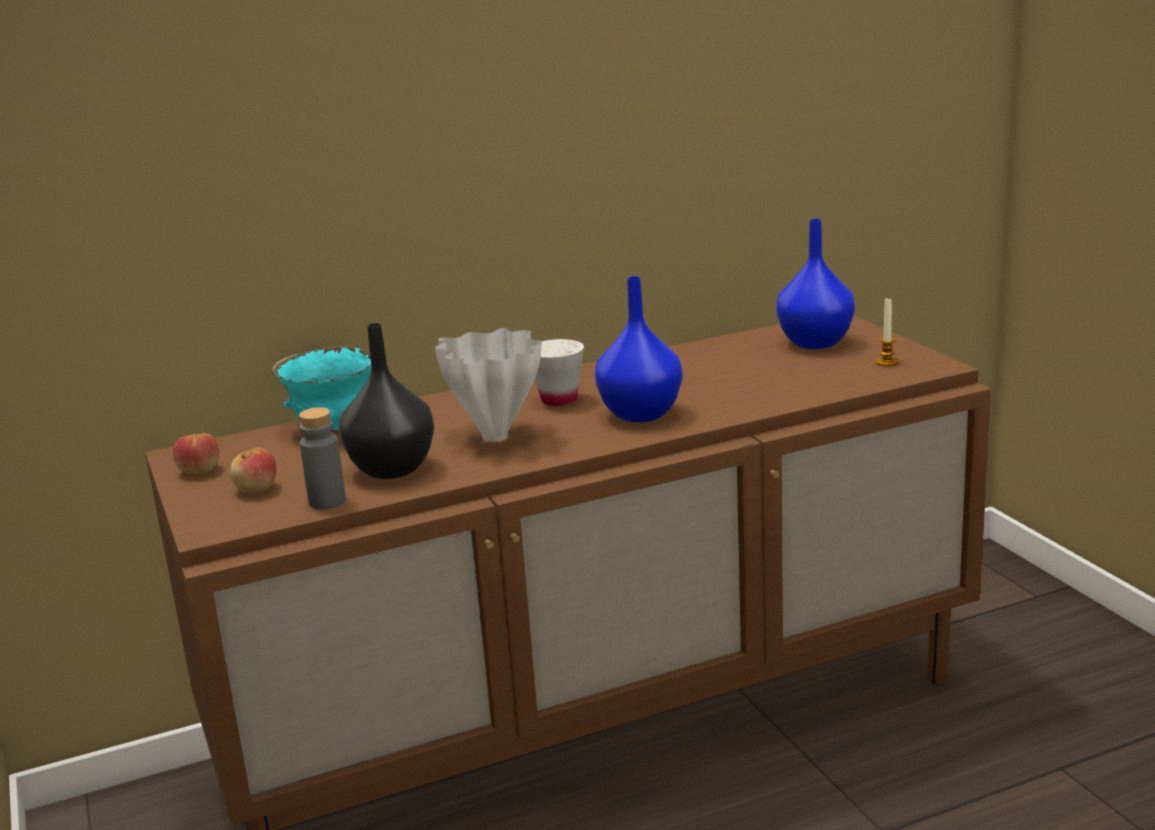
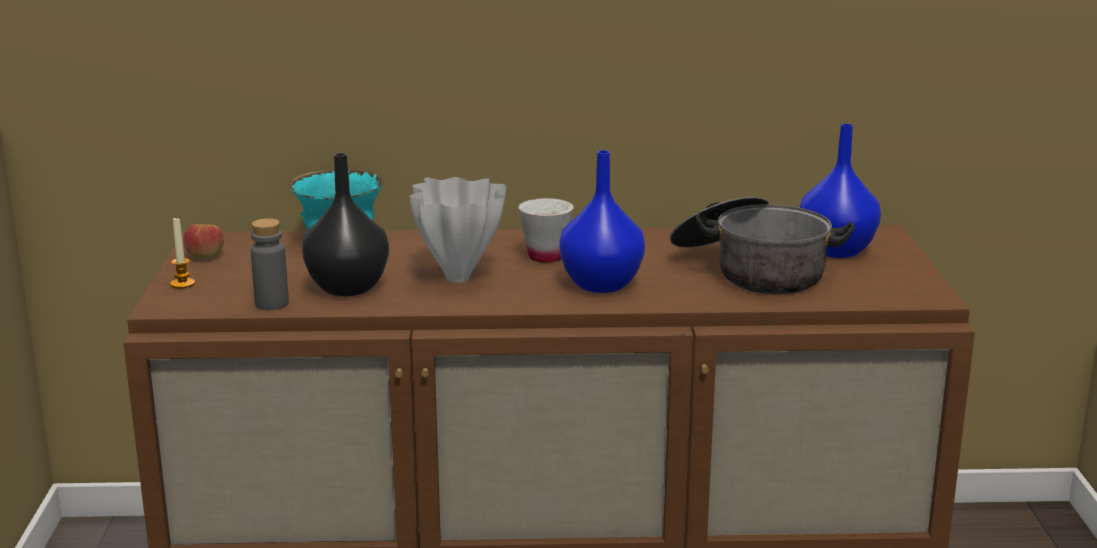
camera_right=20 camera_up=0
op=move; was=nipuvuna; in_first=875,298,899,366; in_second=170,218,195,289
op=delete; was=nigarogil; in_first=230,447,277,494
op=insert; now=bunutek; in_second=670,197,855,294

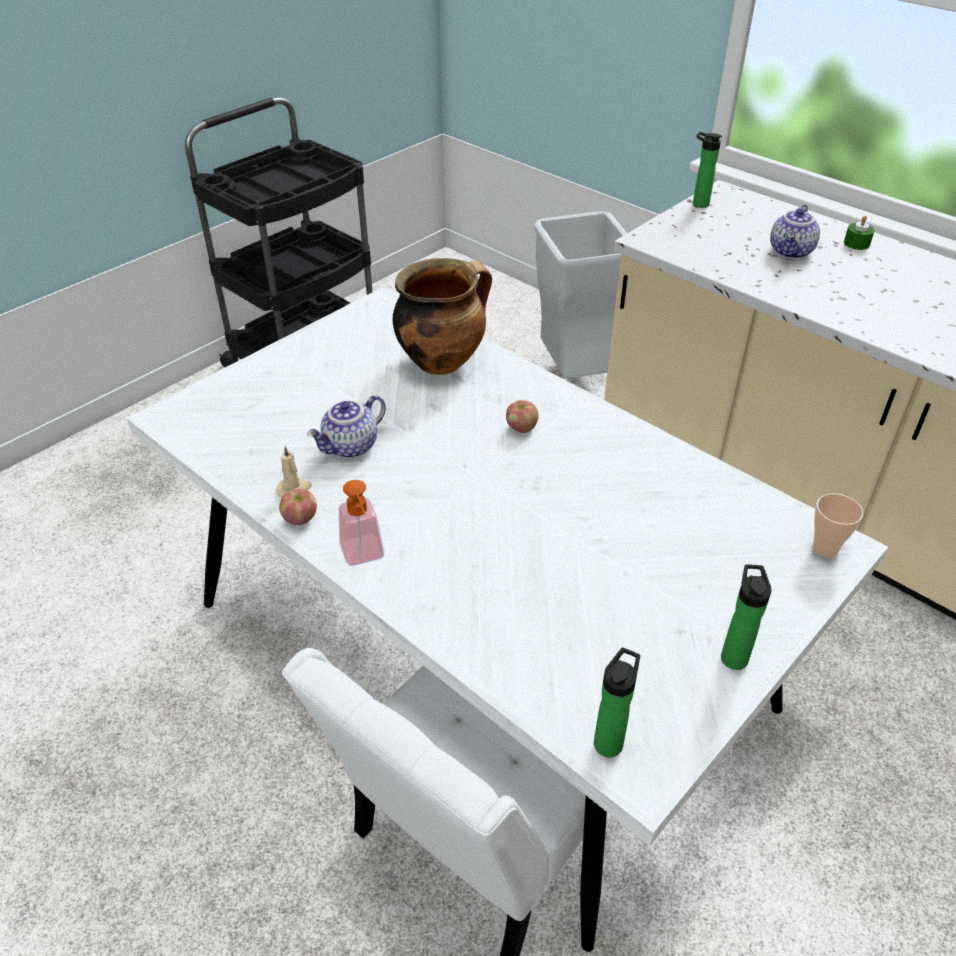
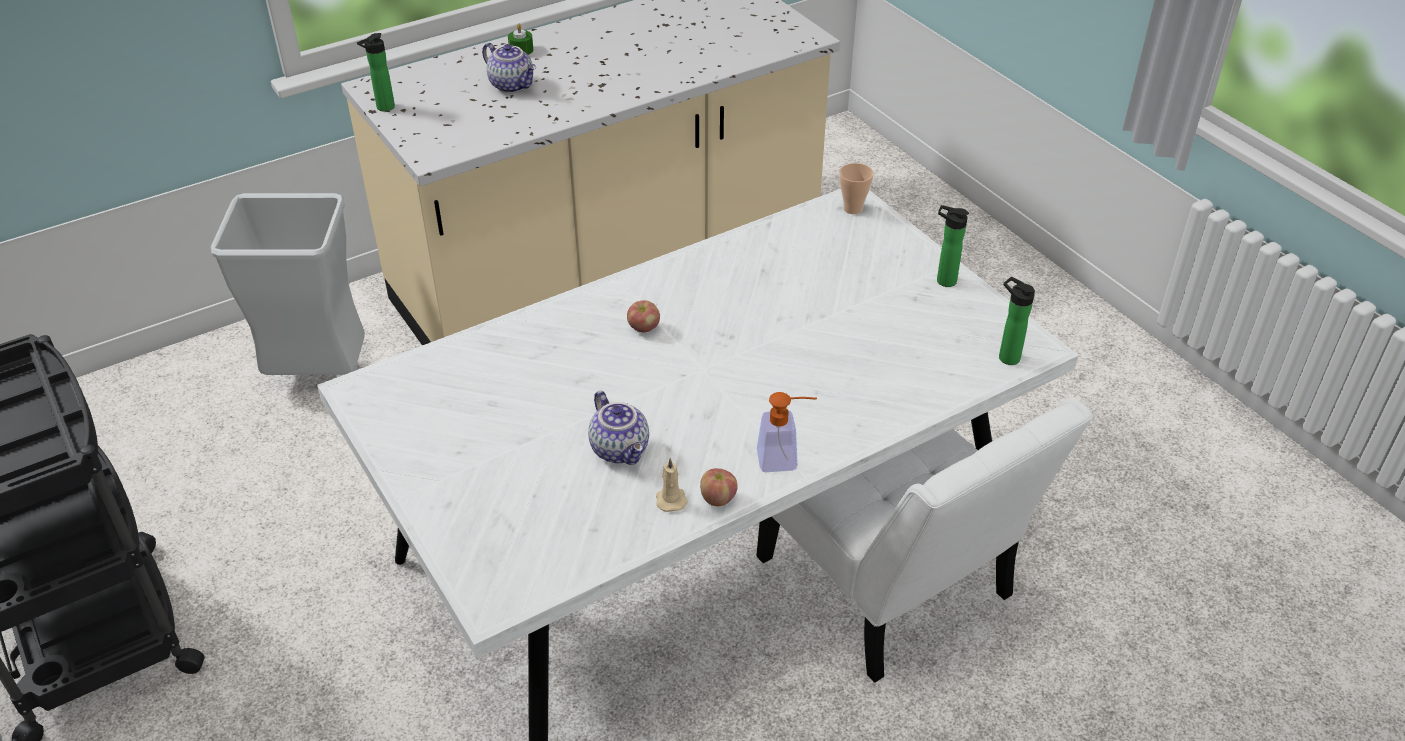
camera_right=-75 camera_up=0
op=delete; was=bunutek; in_first=393,258,492,375

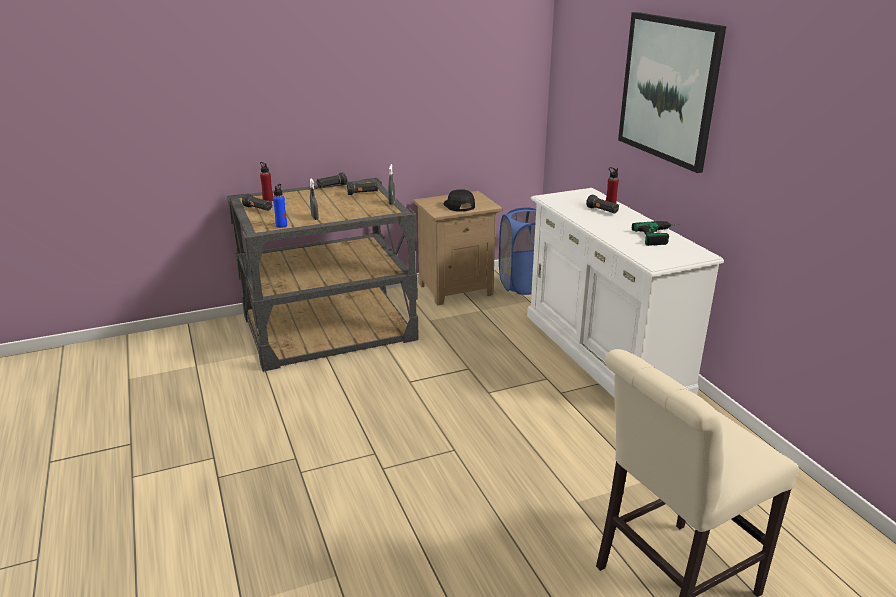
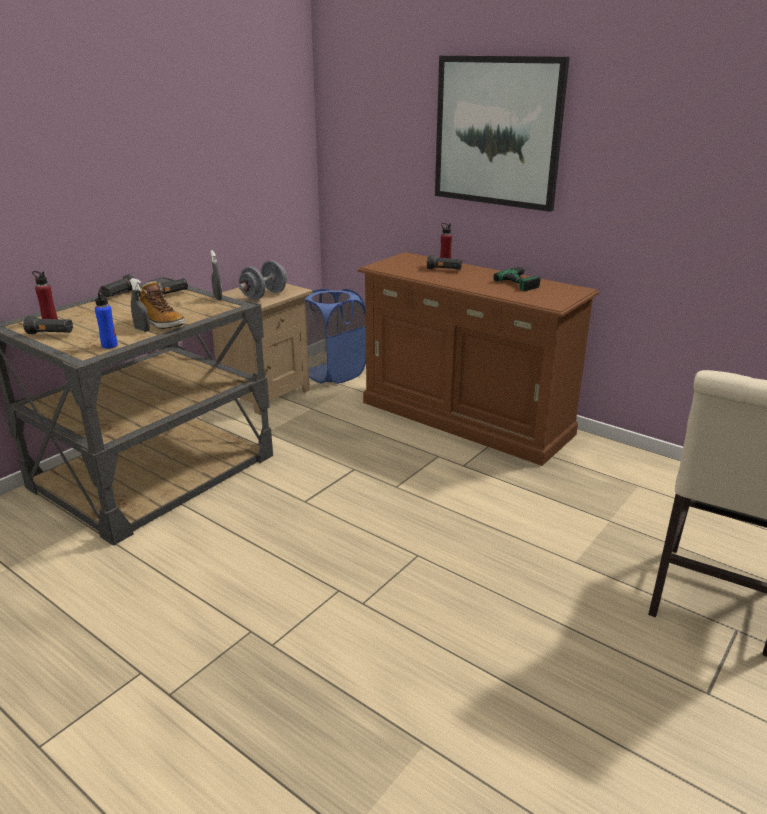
camera_right=-30 camera_up=0
op=recolor; was=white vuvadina; now=brown vuvadina; in_first=527,188,724,397; in_second=358,252,599,466
op=replace; was=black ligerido; now=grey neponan; in_first=443,189,475,211; in_second=238,260,287,300
op=insert; now=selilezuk; in_second=138,281,185,329

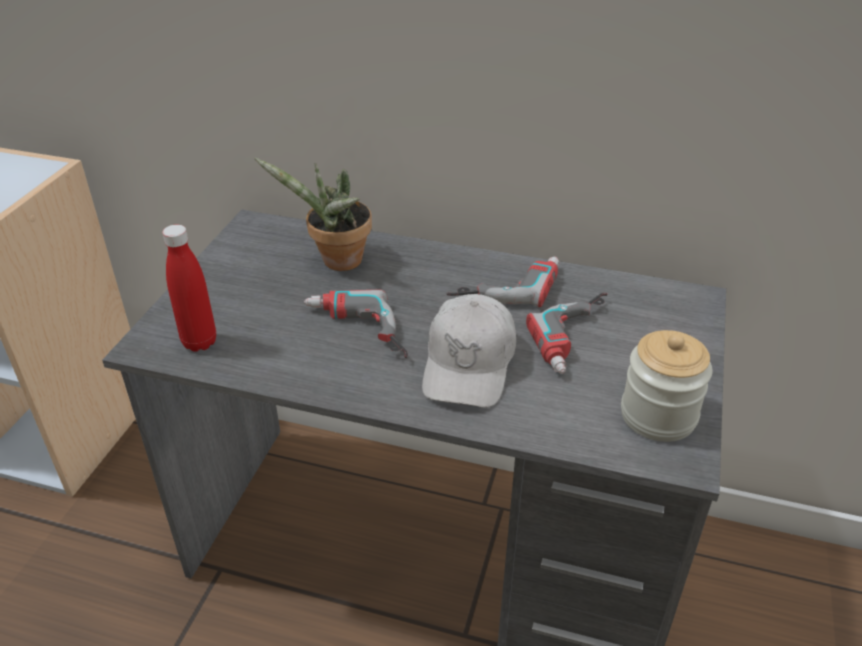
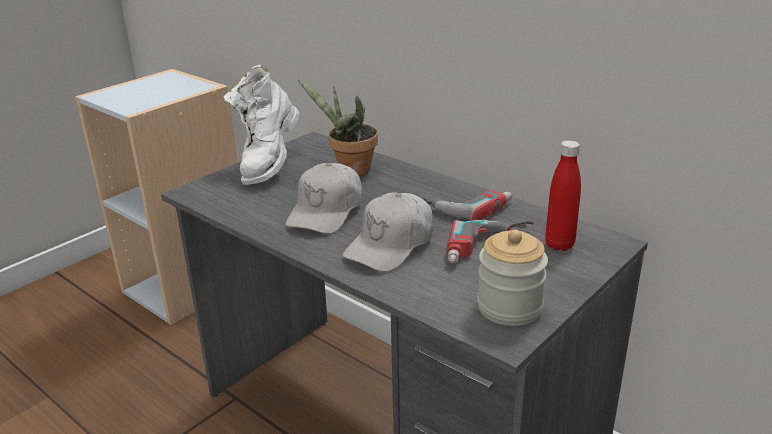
camera_right=25 camera_up=-10
op=move; was=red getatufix; in_first=162,225,216,352; in_second=545,140,581,251
op=replace; was=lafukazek; now=white ligerido; in_first=304,290,408,358; in_second=285,163,362,234
op=insert; now=white selilezuk; in_second=224,65,299,185

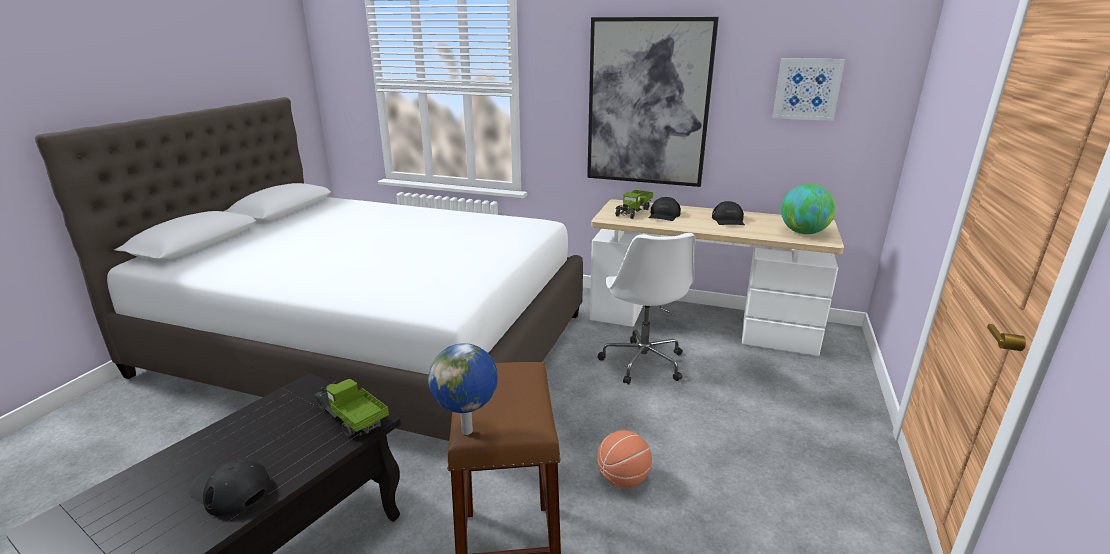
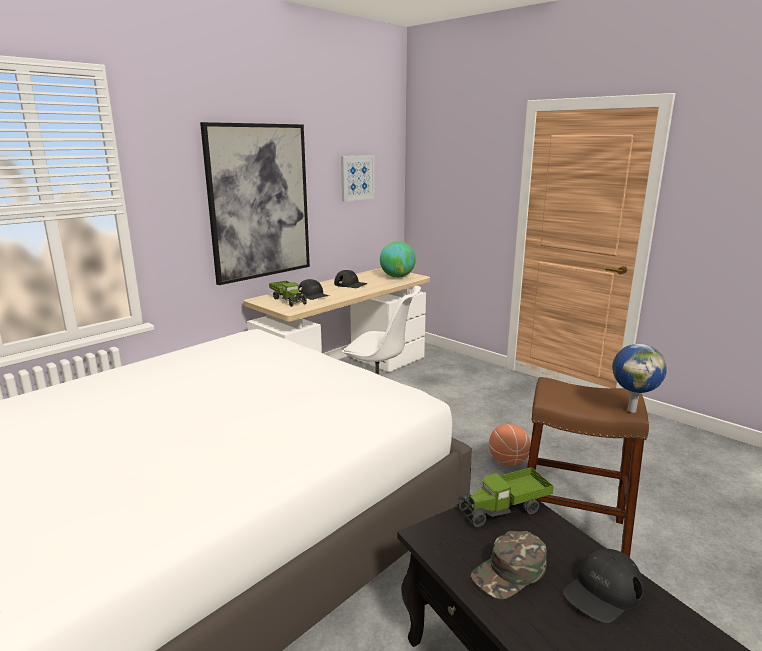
camera_right=-65 camera_up=-5
op=insert; now=green ligerido; in_second=471,531,547,599

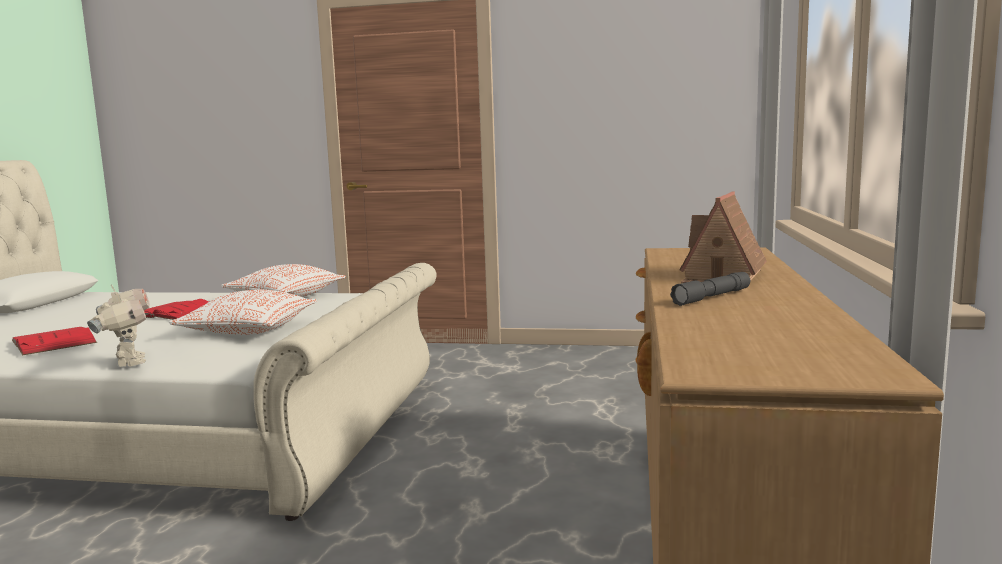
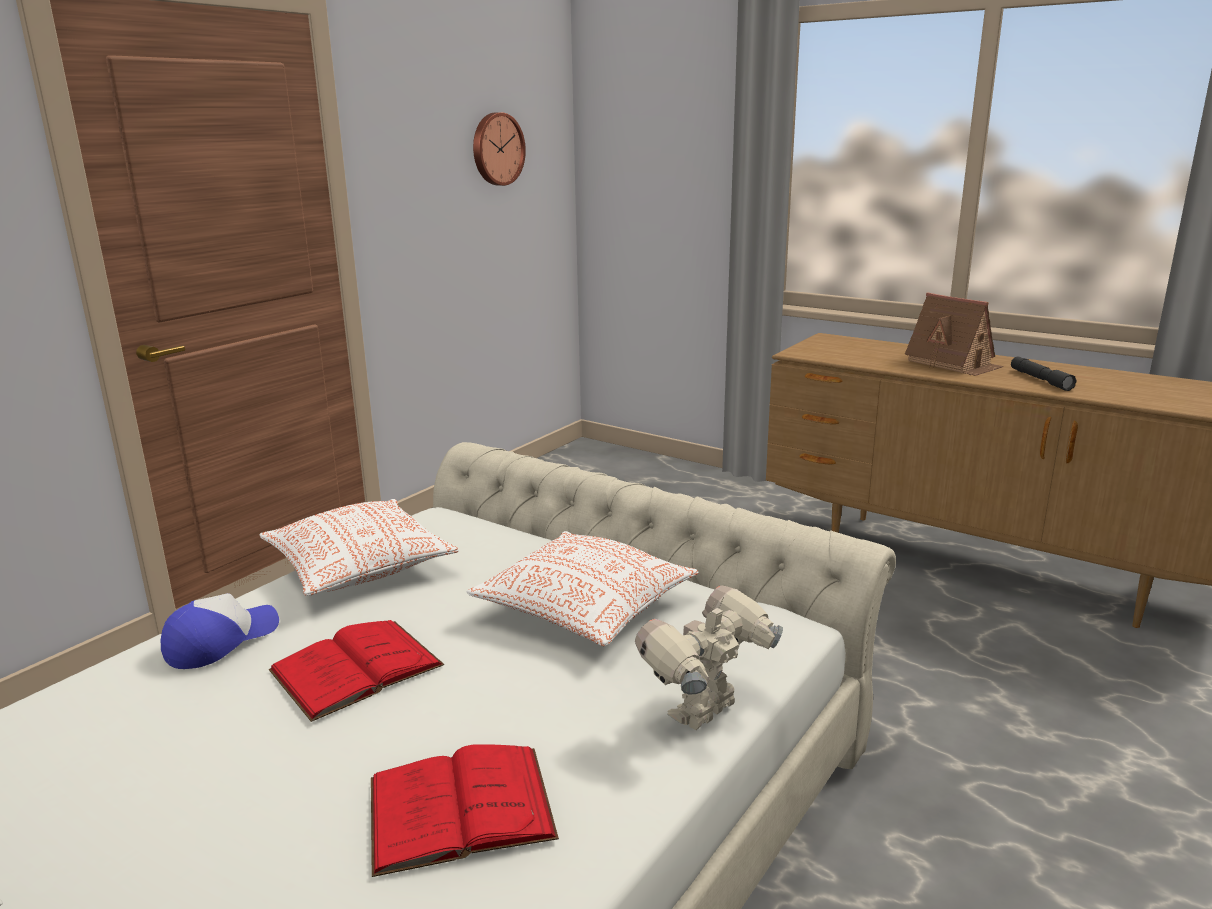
camera_right=-65 camera_up=10
op=rotate; was=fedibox; in_first=87,284,150,367; in_second=635,586,783,730; clockwise=-45
op=insert; now=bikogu; in_second=473,112,526,186
op=insert; now=ligerido; in_second=161,593,279,669

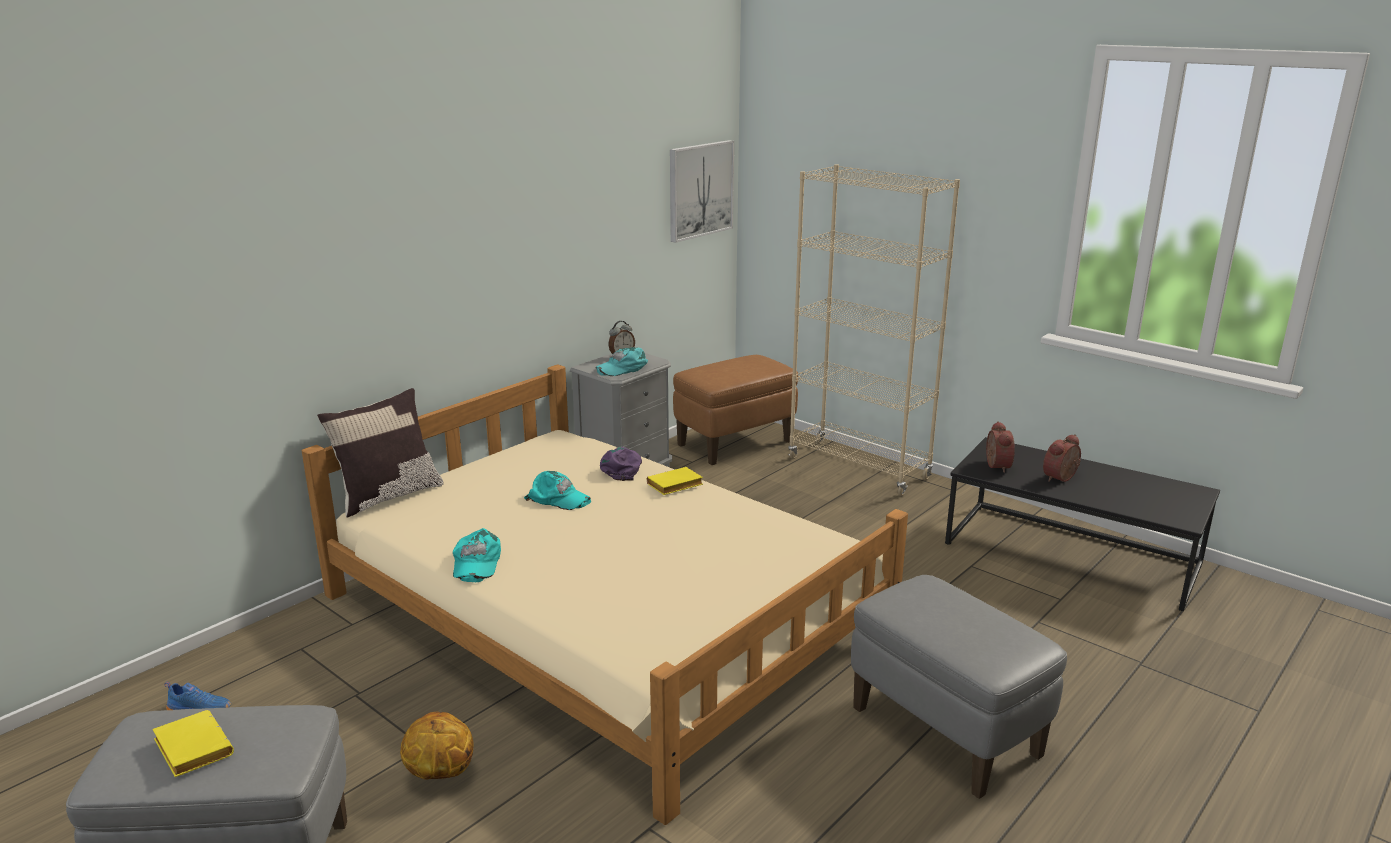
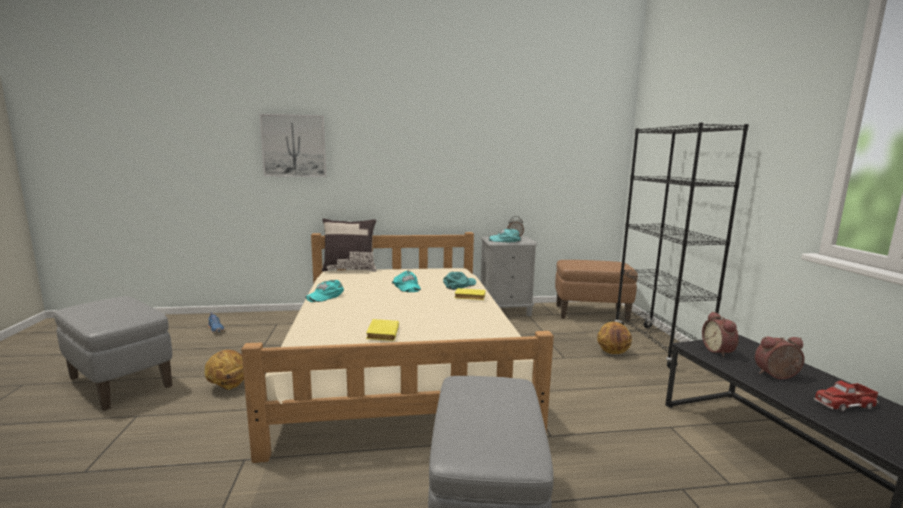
camera_right=40 camera_up=-10
op=move; was=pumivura; in_first=670,140,734,243; in_second=259,114,326,177
op=recolor; was=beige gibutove; now=black gibutove; in_first=788,164,960,496; in_second=615,123,749,369
op=rotate; was=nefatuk; in_first=986,421,1015,473; in_second=702,311,739,357; clockwise=135
op=recolor; was=purple ligerido; now=turquoise ligerido; in_first=600,447,642,481; in_second=443,272,476,290
op=move; was=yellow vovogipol; in_first=153,710,234,777; in_second=366,319,399,341
op=insert; now=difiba; in_second=597,322,632,354
op=insert; now=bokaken; in_second=814,380,878,412

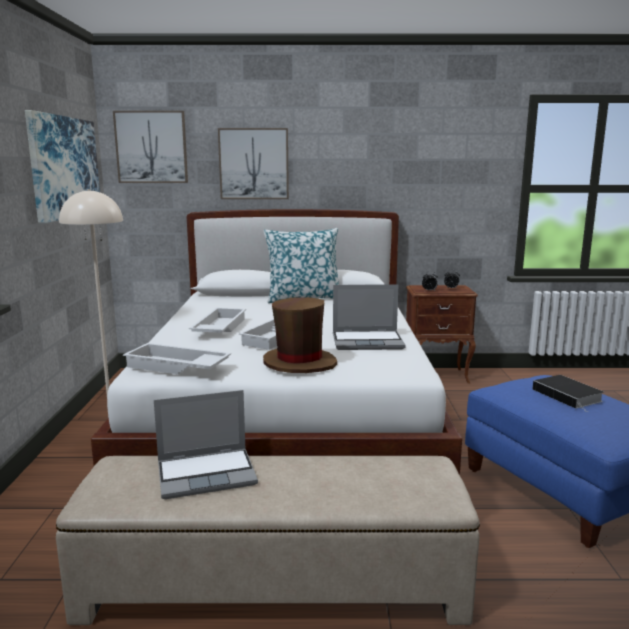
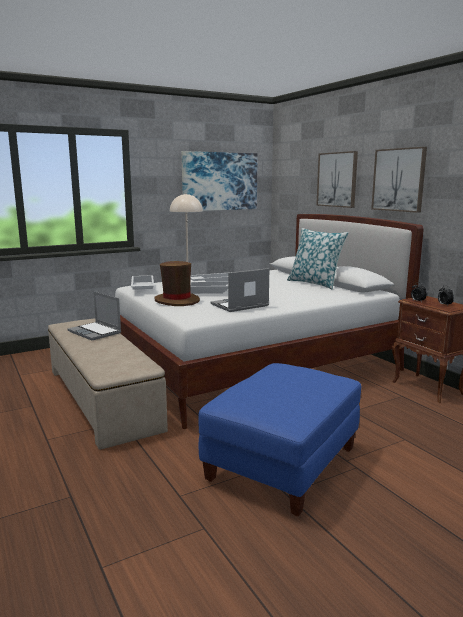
camera_right=60 camera_up=0
op=move; was=pumivura; in_first=113,111,188,183; in_second=371,147,427,213
op=rotate; was=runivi; in_first=333,284,405,350; in_second=211,268,269,312; clockwise=90
op=delete; was=vovogipol; in_first=533,375,604,412

